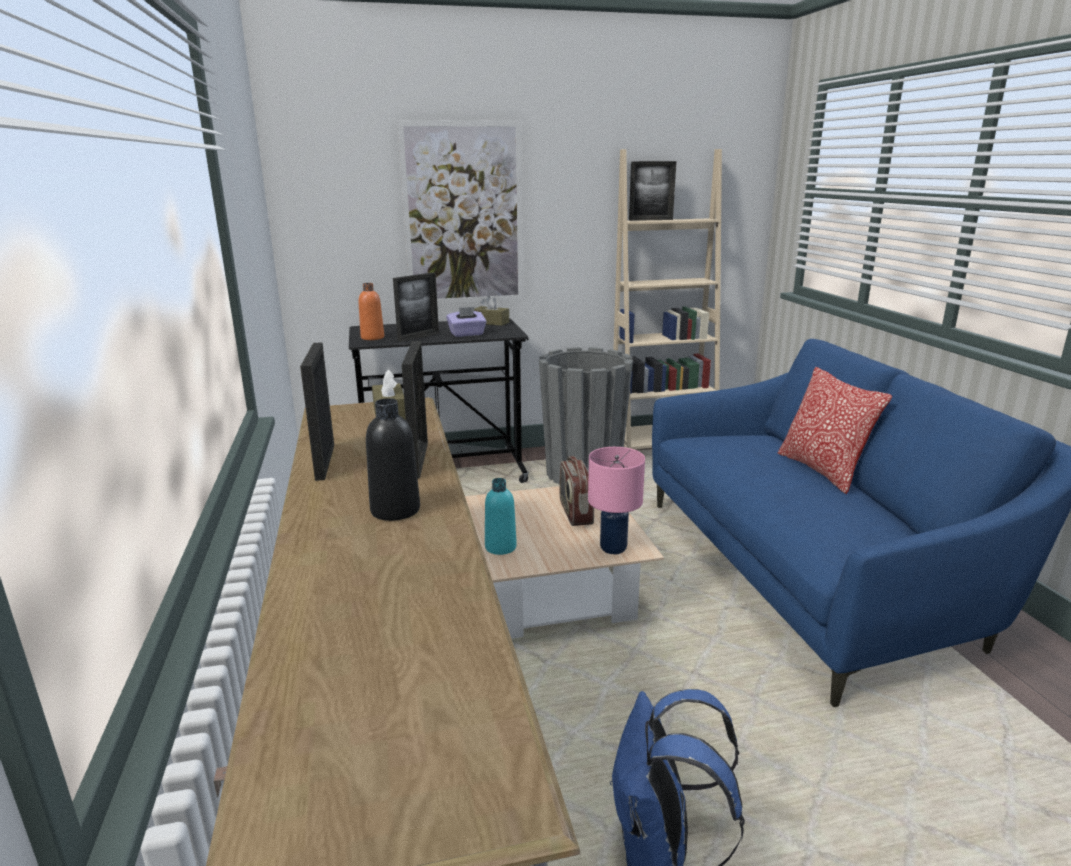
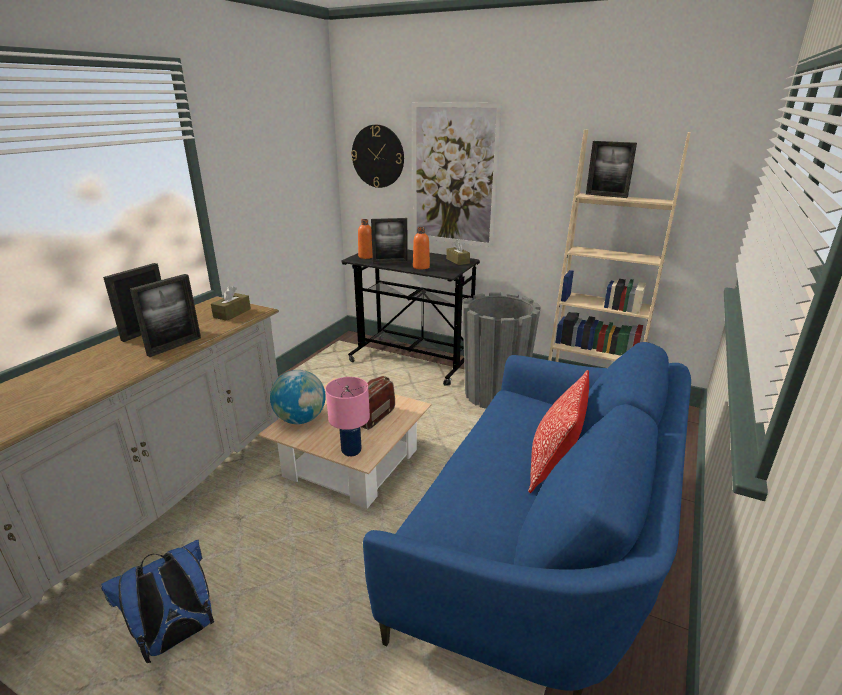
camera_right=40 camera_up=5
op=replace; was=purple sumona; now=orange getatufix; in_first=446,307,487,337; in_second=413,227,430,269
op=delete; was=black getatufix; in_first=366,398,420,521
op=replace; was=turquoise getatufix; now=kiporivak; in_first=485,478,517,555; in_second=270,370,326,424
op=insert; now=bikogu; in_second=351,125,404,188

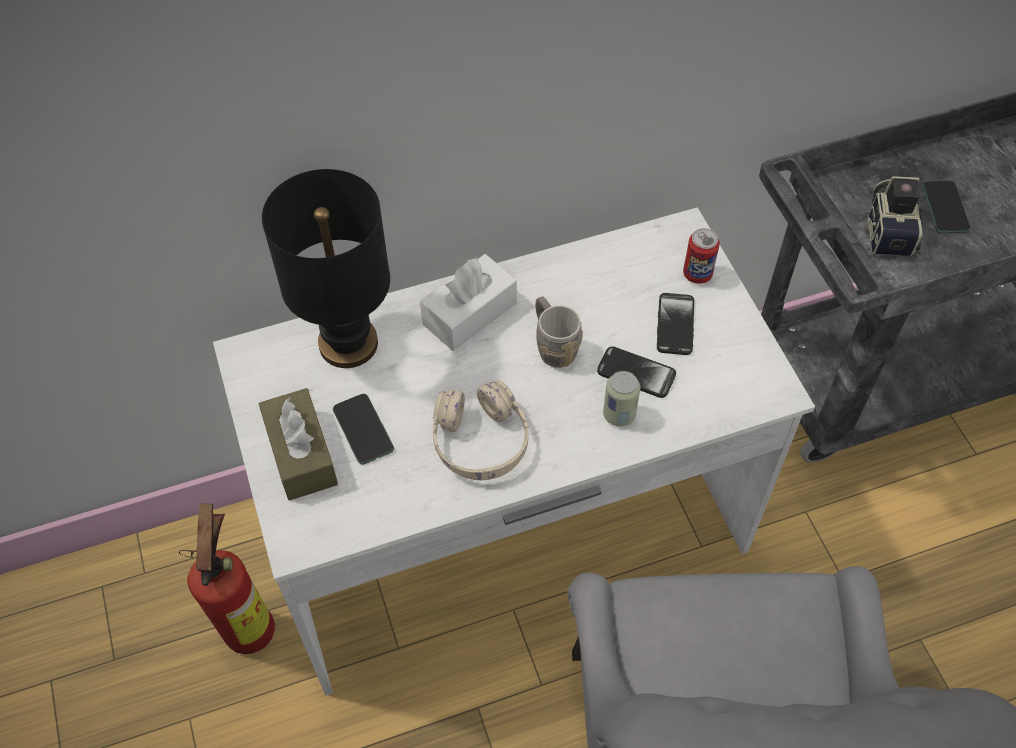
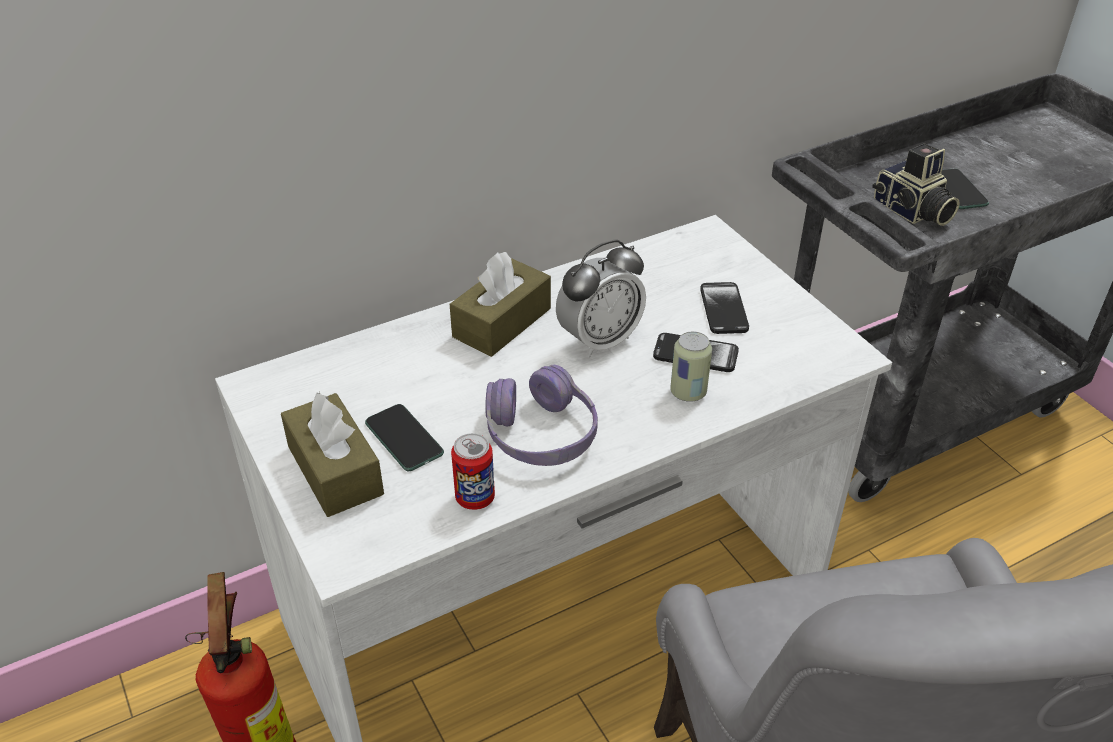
camera_right=-10 camera_up=-15
op=delete; was=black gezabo; in_first=262,169,390,368
op=rotate; was=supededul; in_first=868,175,923,256; in_second=872,143,960,226; clockwise=150
op=move; was=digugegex; in_first=683,228,720,284; in_second=451,433,495,510
op=recolor; was=white sumona; now=brown sumona; in_first=420,254,517,351; in_second=450,252,551,357
op=replace; was=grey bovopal; now=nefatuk; in_first=536,297,583,367; in_second=556,240,646,358
op=recolor; was=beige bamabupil; now=purple bamabupil; in_first=433,380,528,480; in_second=485,365,598,466

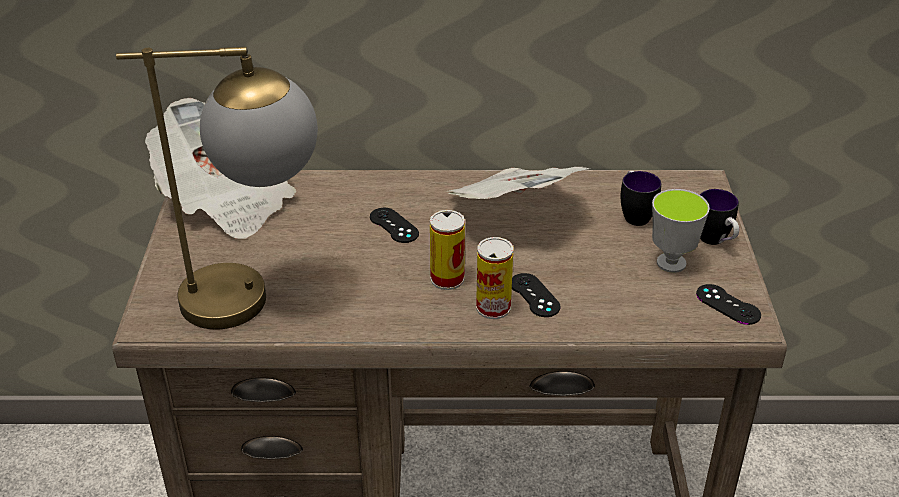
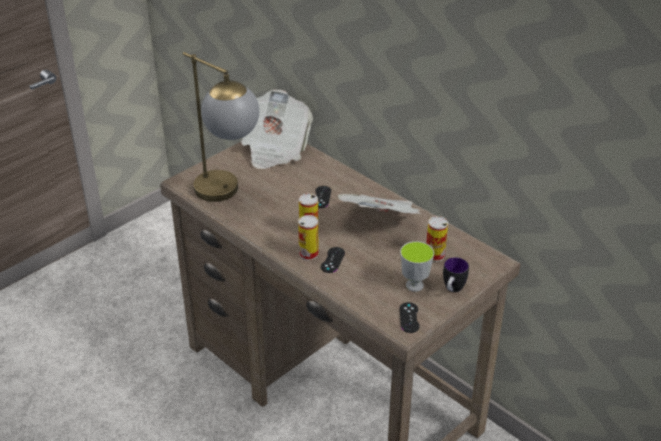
camera_right=45 camera_up=0
op=replace; was=bovopal; now=digugegex; in_first=620,171,661,226; in_second=427,216,448,262

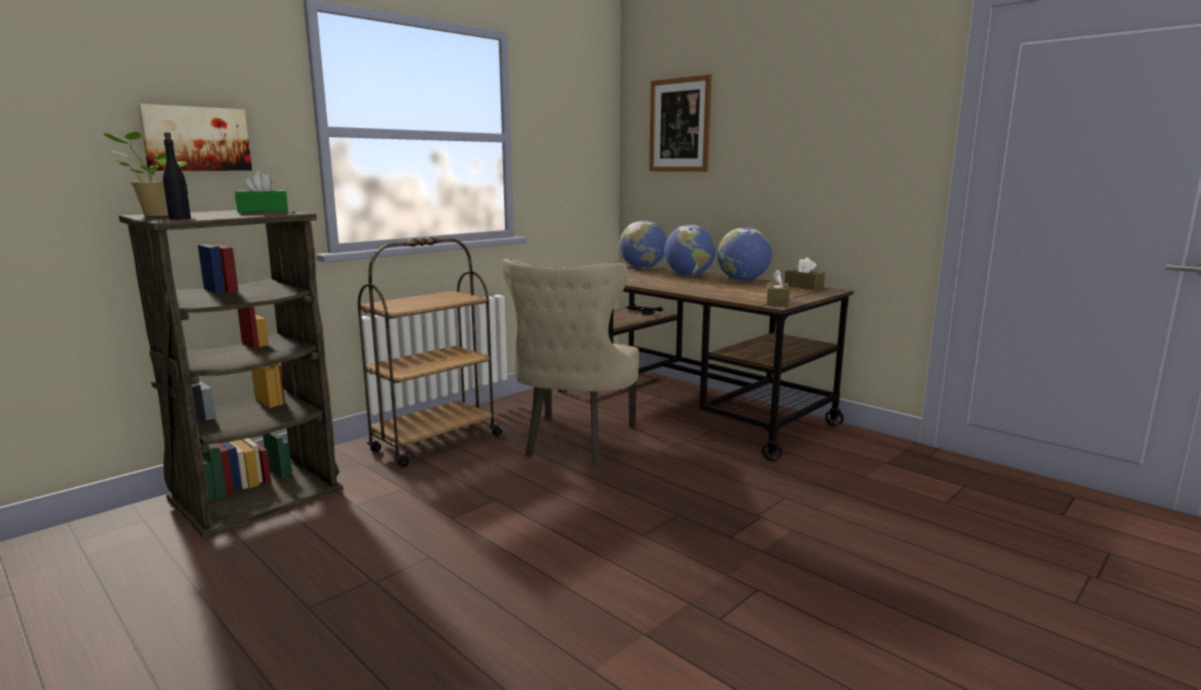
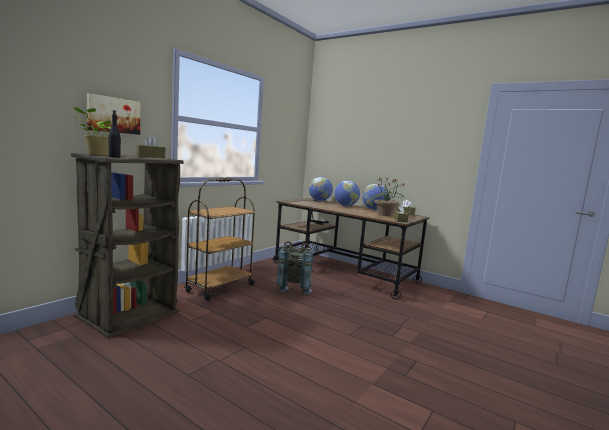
camera_right=-10 camera_up=-5
op=delete; was=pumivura; in_first=649,74,712,172
op=recolor; was=green sumona; now=brown sumona; in_first=235,171,288,212; in_second=137,135,165,158
op=replace; was=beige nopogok; now=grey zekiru; in_first=502,258,639,464; in_second=277,241,313,295
op=insert; now=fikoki; in_second=372,177,405,216

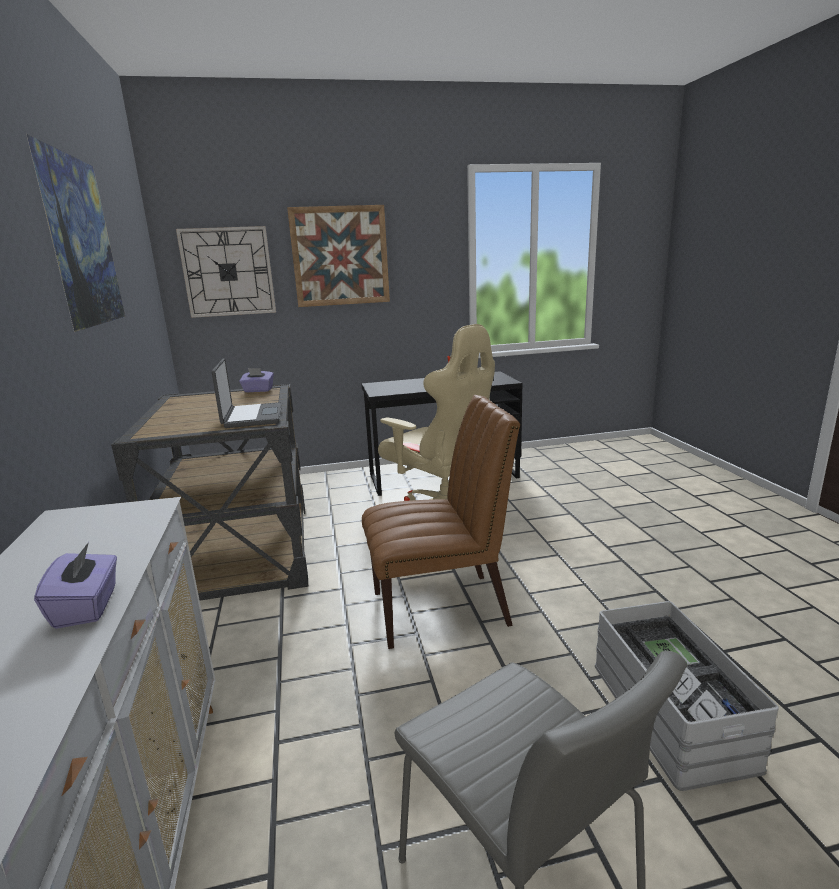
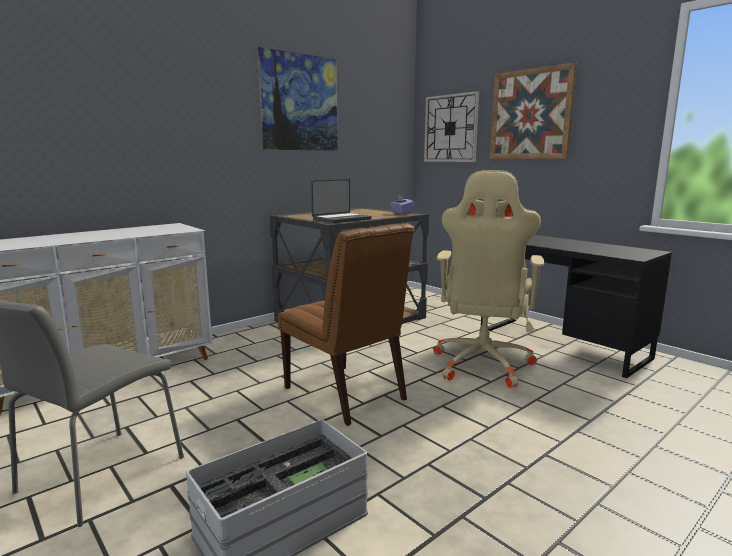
camera_right=60 camera_up=-5
op=delete; was=purple sumona; in_first=34,542,117,629

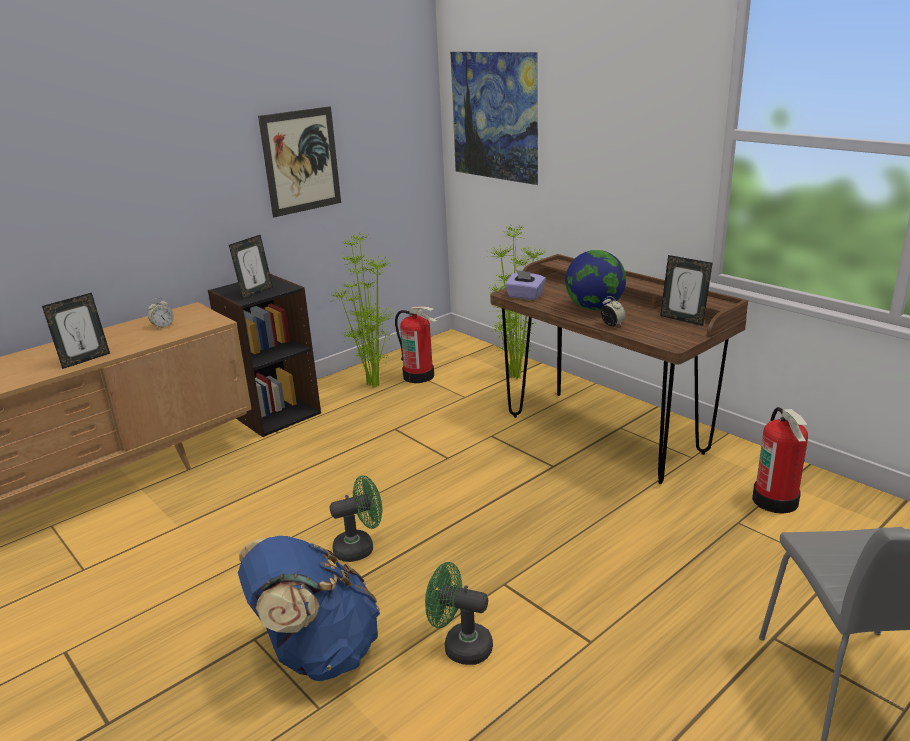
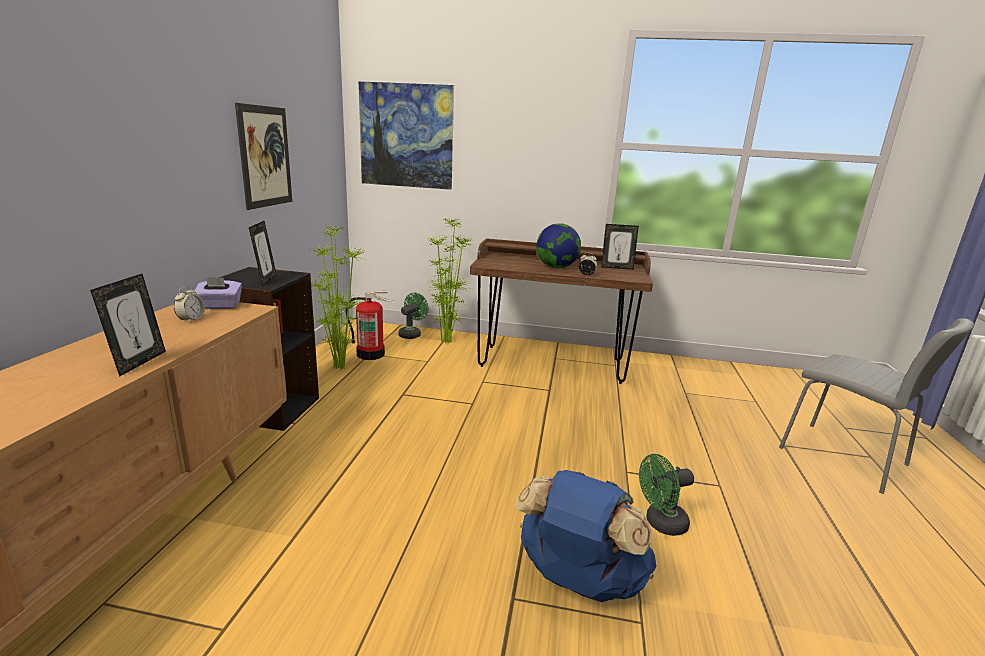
camera_right=-40 camera_up=-5
op=move; was=purple sumona; in_first=505,270,545,300; in_second=194,277,242,309
op=delete; was=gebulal; in_first=752,407,808,514
op=move; was=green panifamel; in_first=330,475,382,562; in_second=398,293,428,339

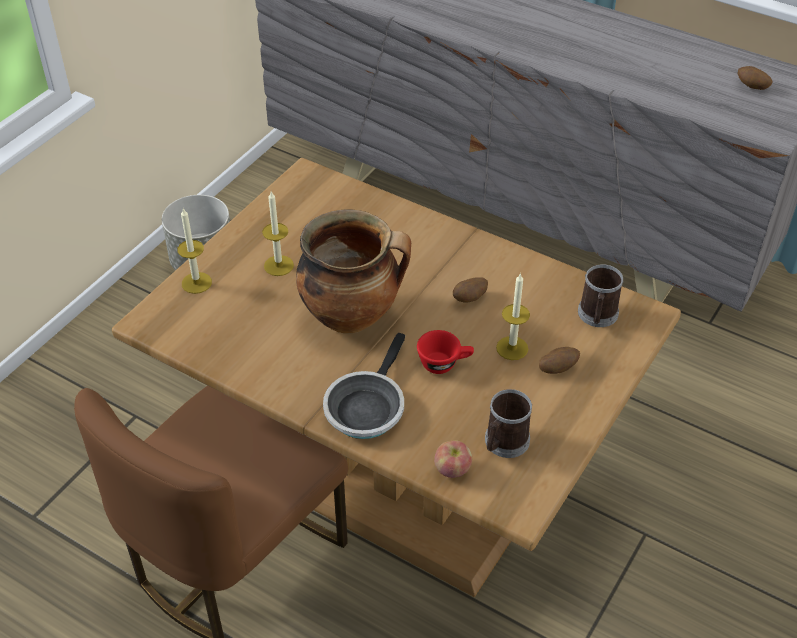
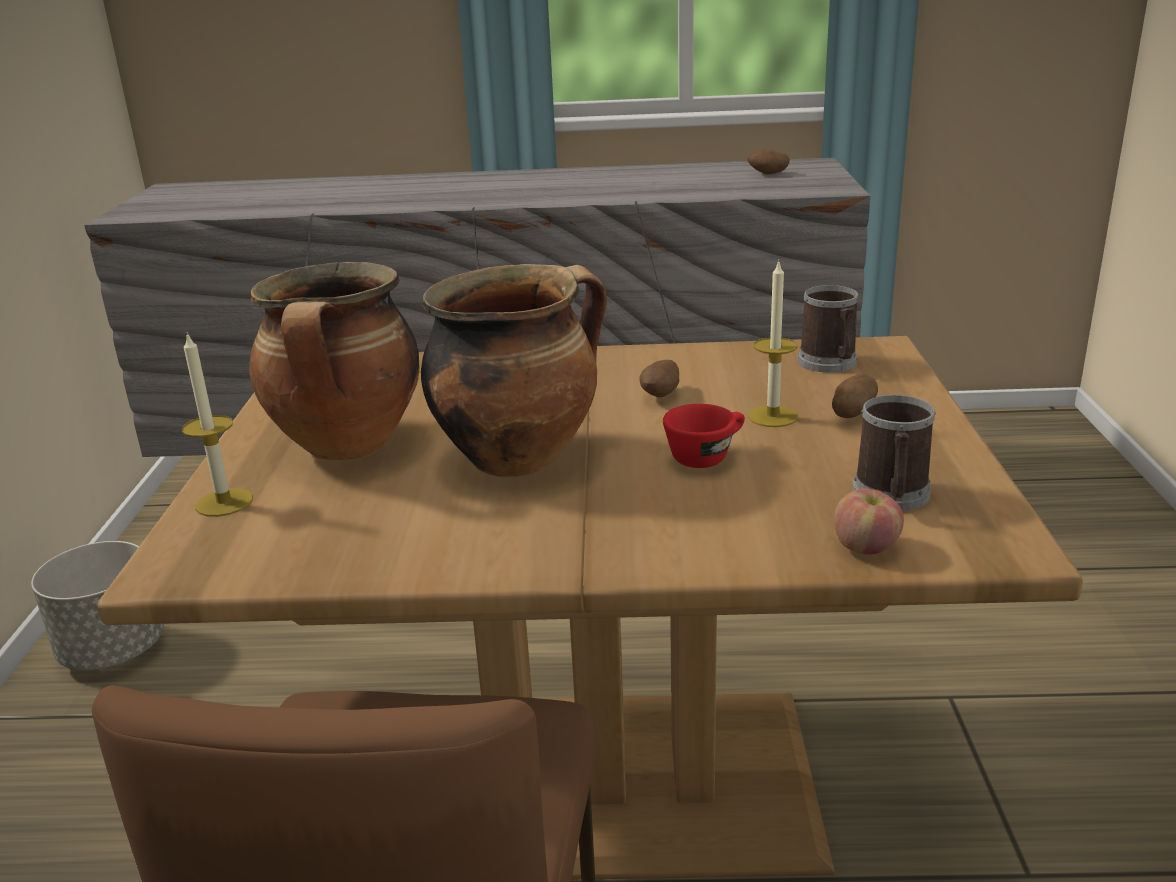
camera_right=-30 camera_up=-20
op=replace; was=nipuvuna; now=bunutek; in_first=262,191,294,276; in_second=249,262,420,460
op=delete; was=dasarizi; in_first=323,332,405,439

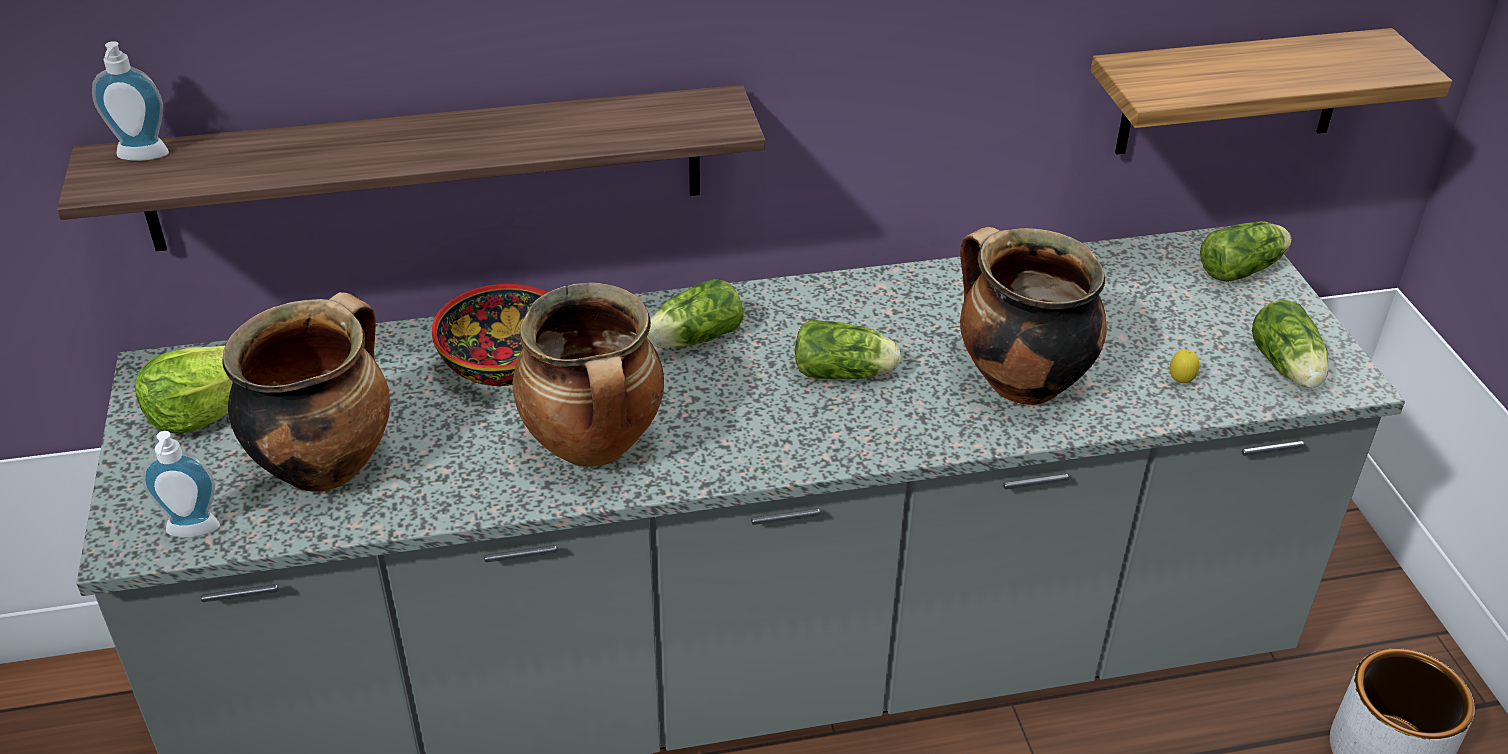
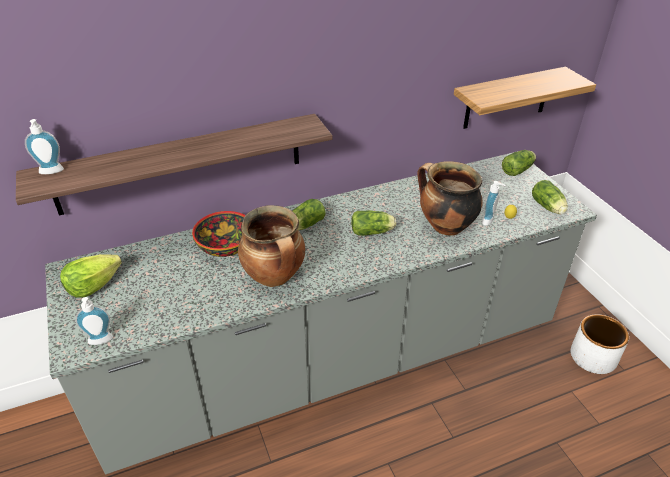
camera_right=-10 camera_up=0
op=delete; was=bunutek; in_first=223,292,390,492
op=insert; now=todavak; in_second=482,181,506,226

